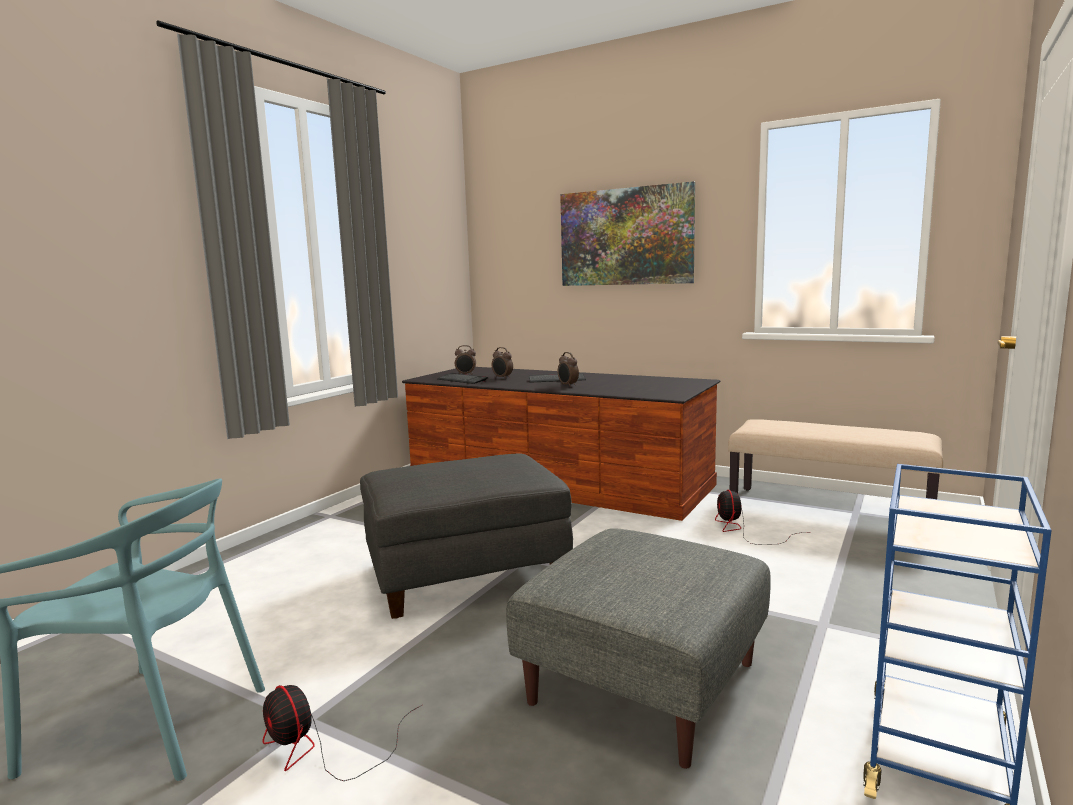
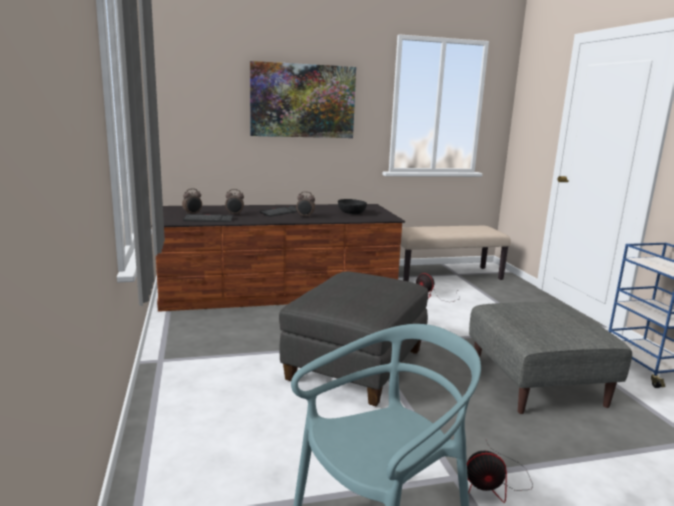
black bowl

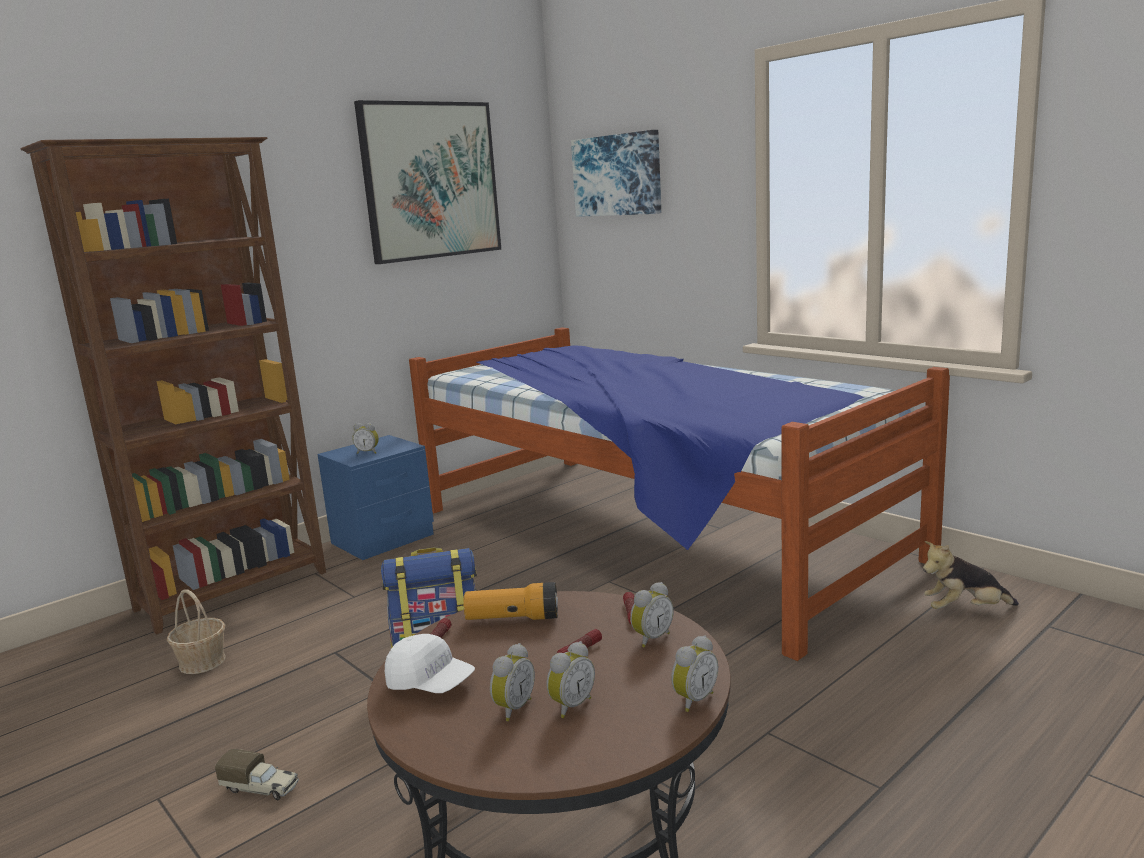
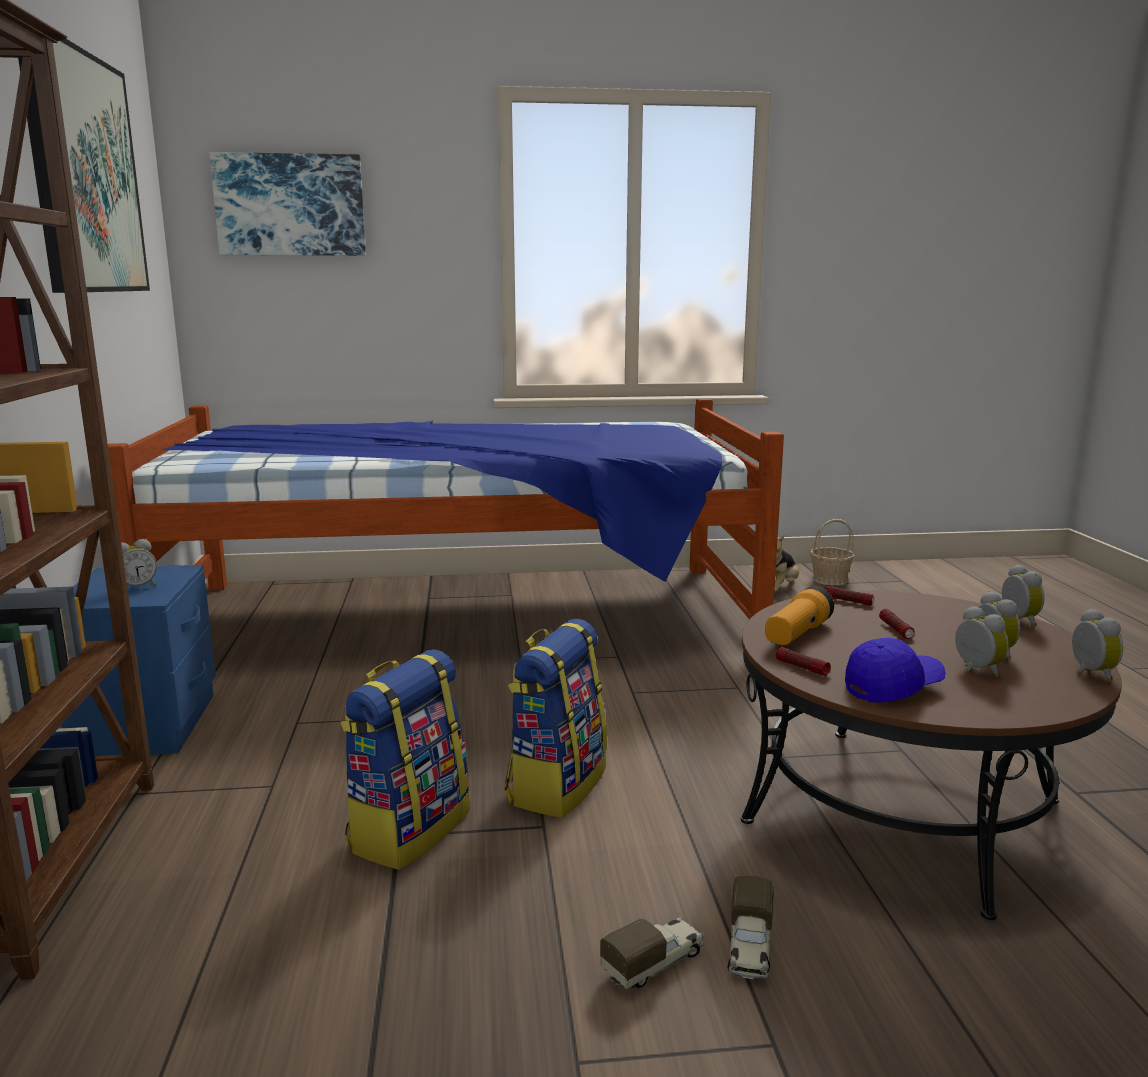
alarm clock (5th from left)
basket
blue cap
backpack (1st from left)
toy truck (2nd from left)

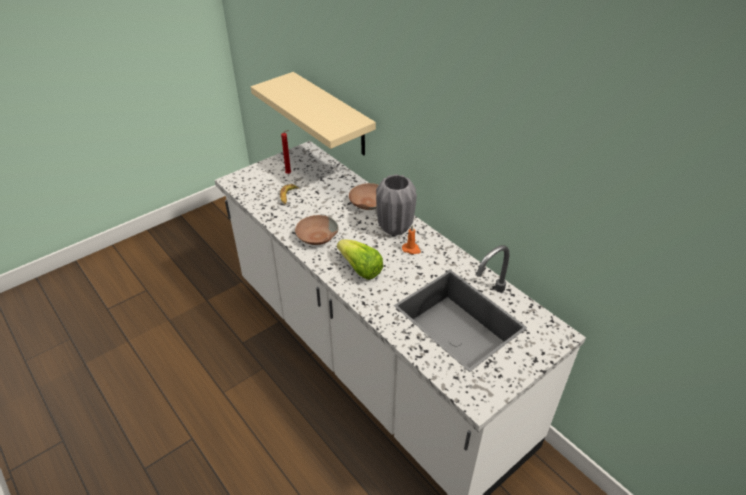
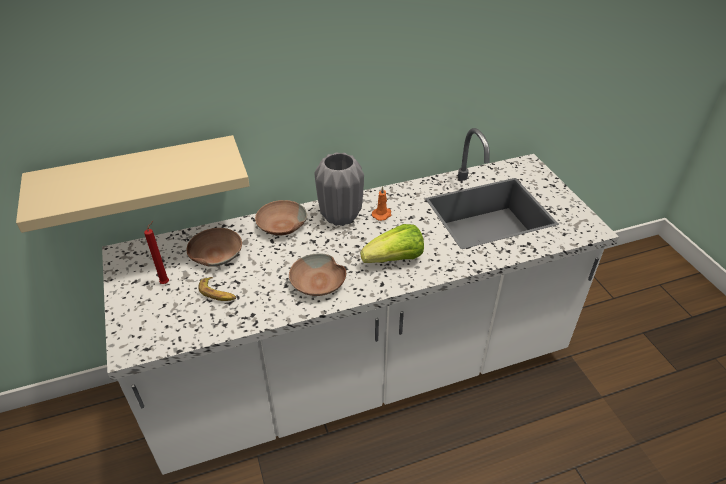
brown bowl (1st from left)

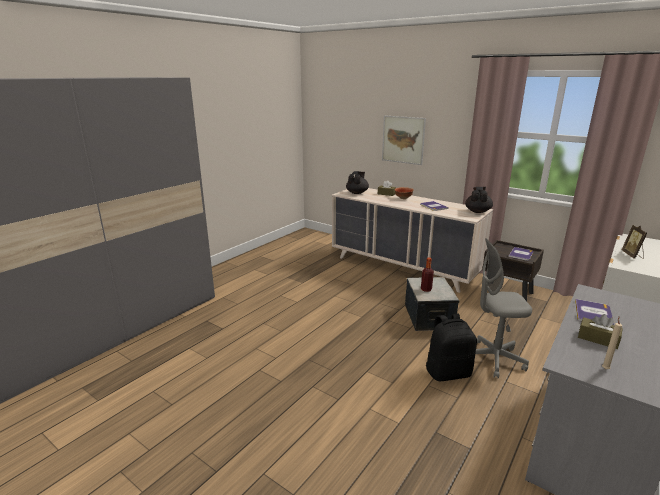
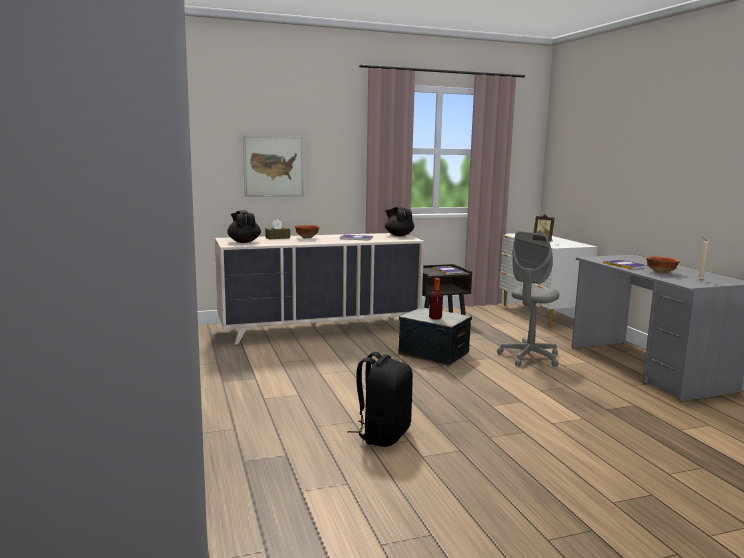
black backpack
bowl (2nd from left)

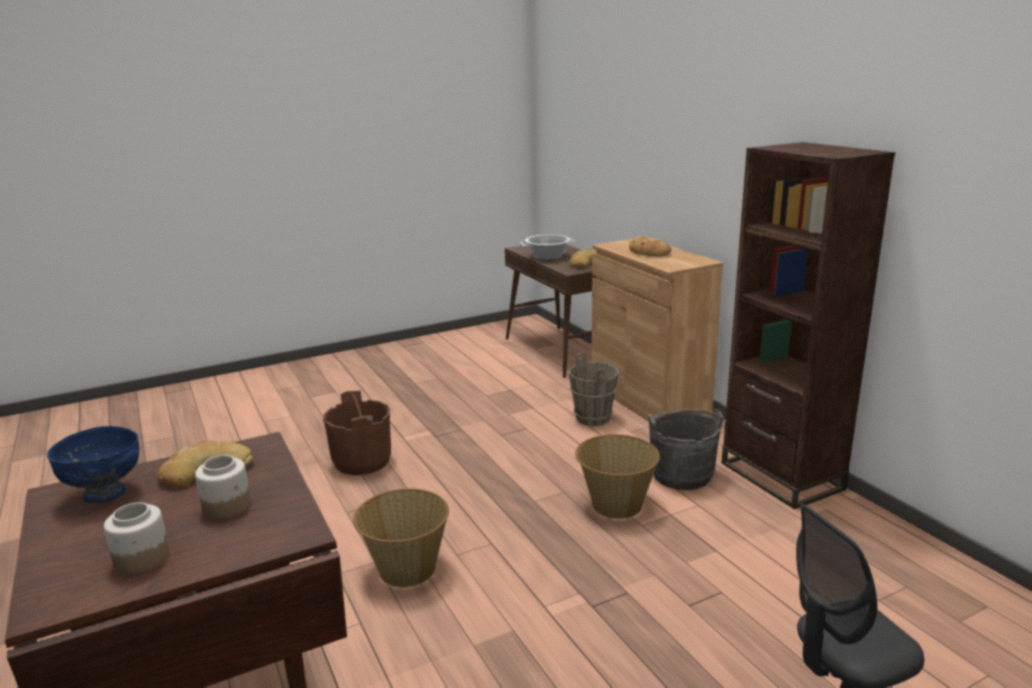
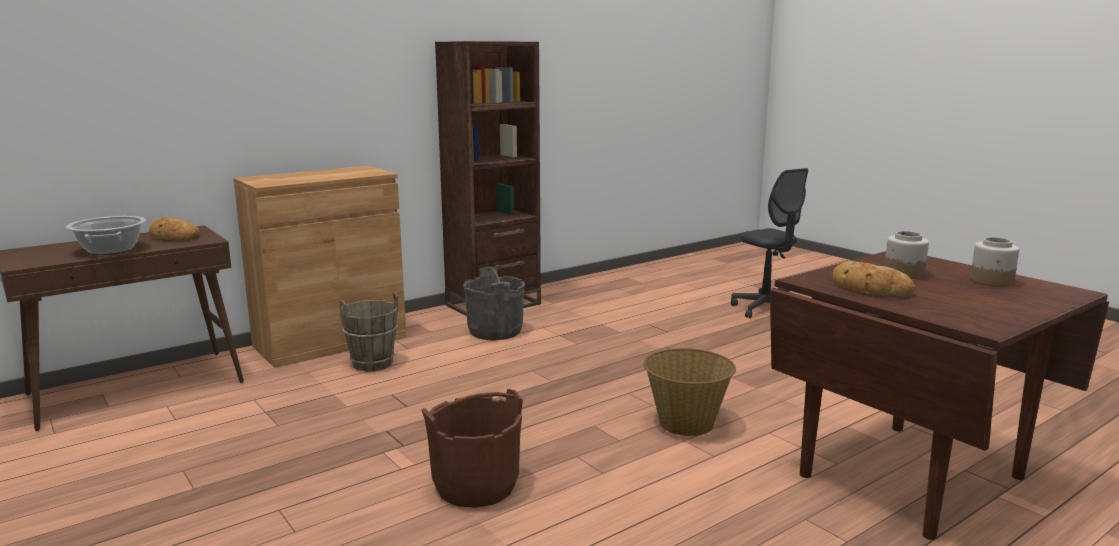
bread (3rd from left in the first image)
blue bowl
basket (2nd from left in the first image)

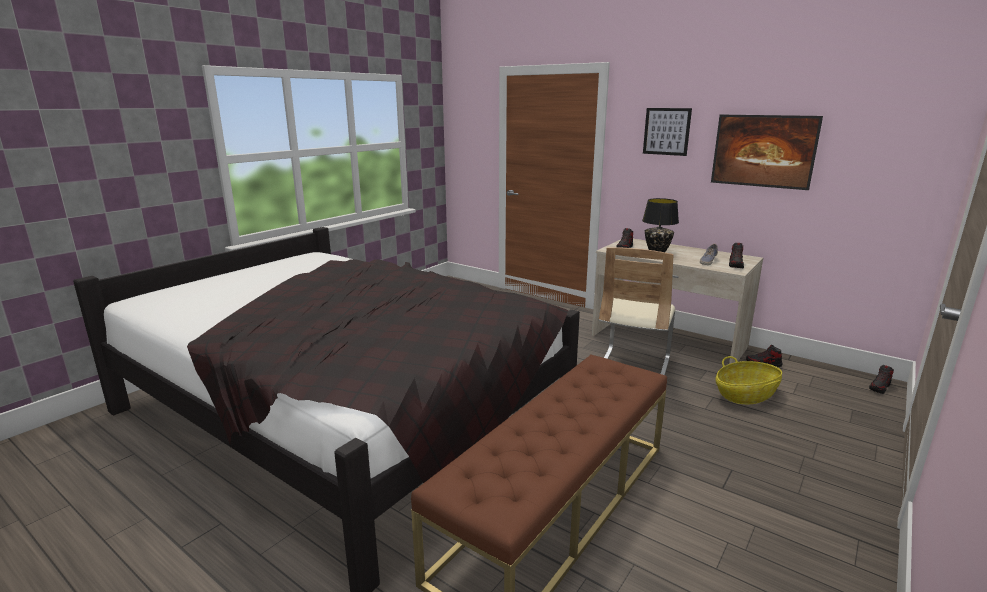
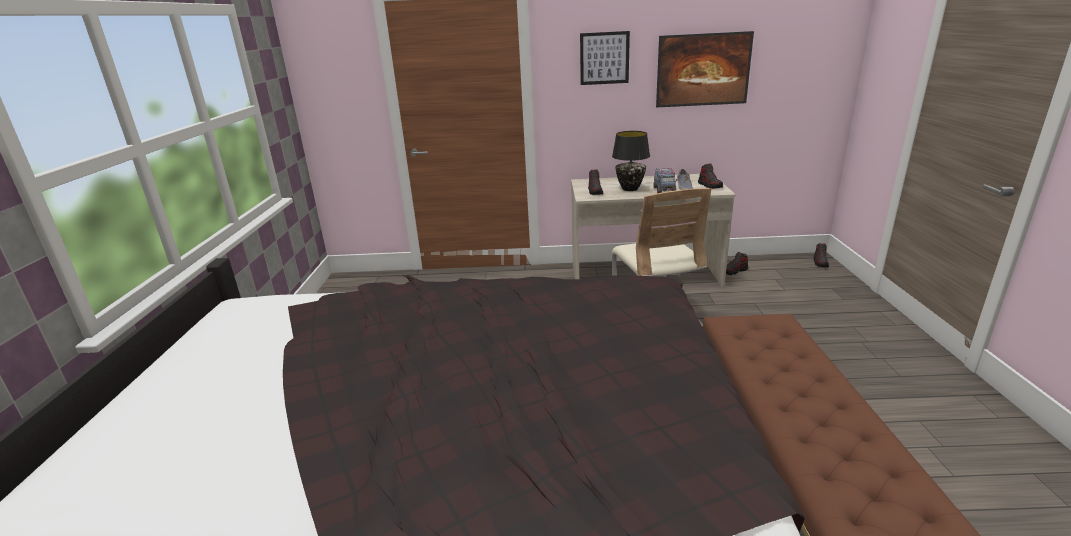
basket
toy truck

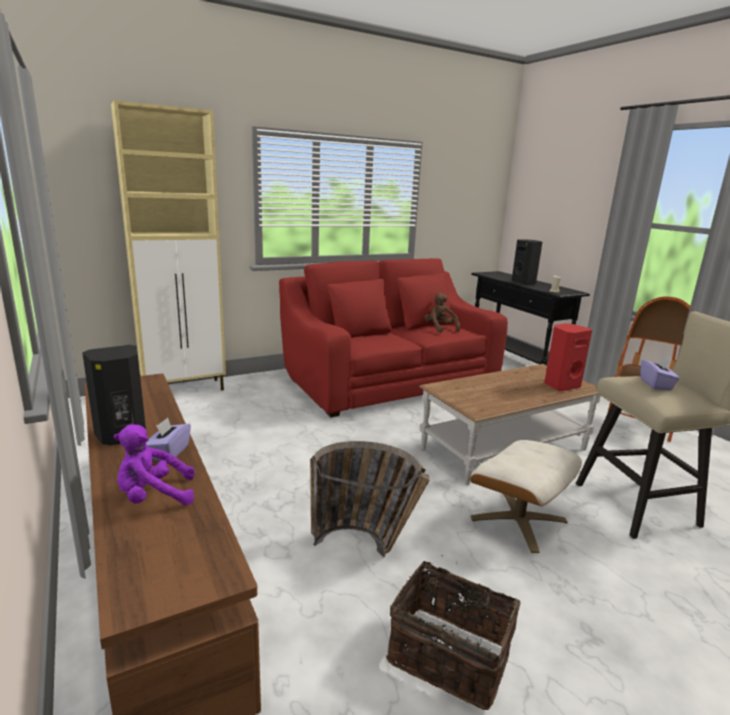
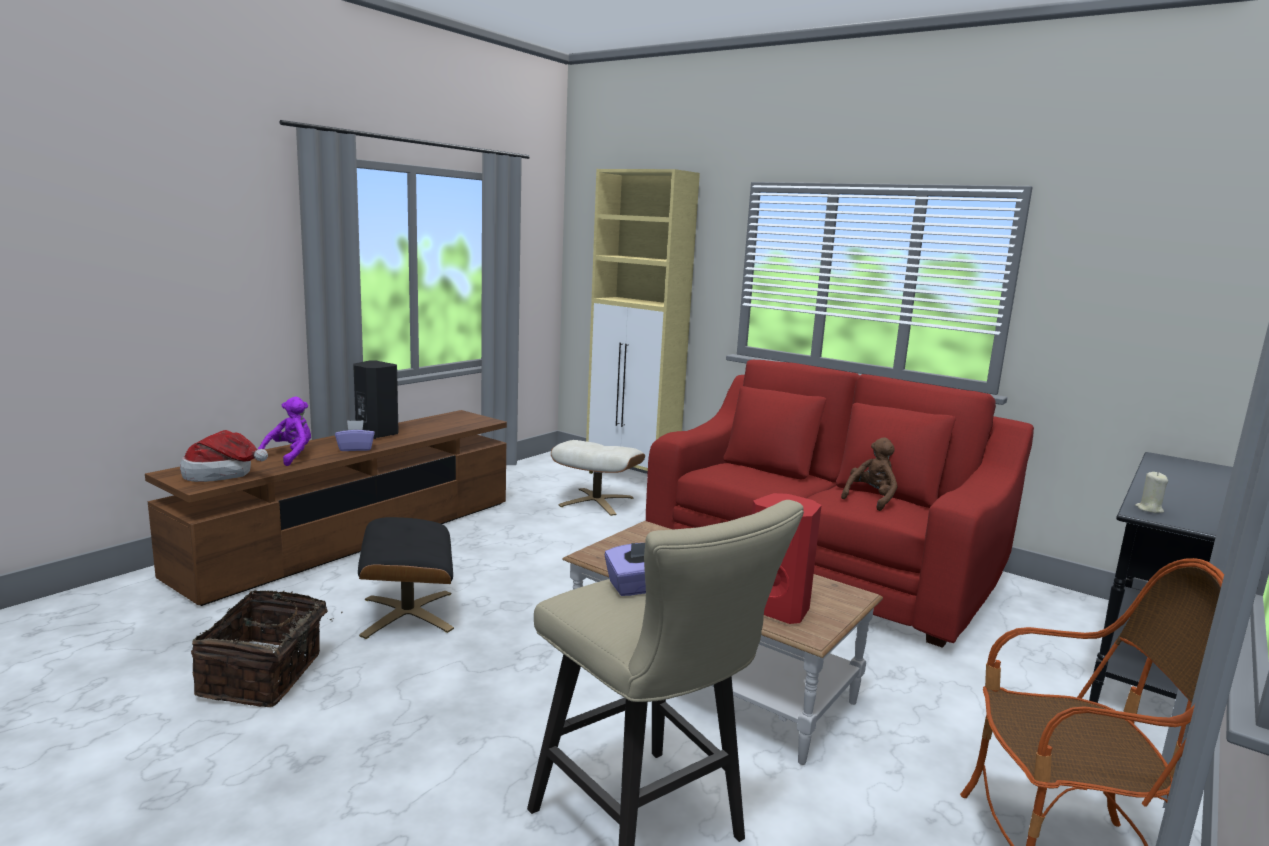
black speaker (2nd from left in the first image)
purple plush toy
beige ottoman
black ottoman
hat

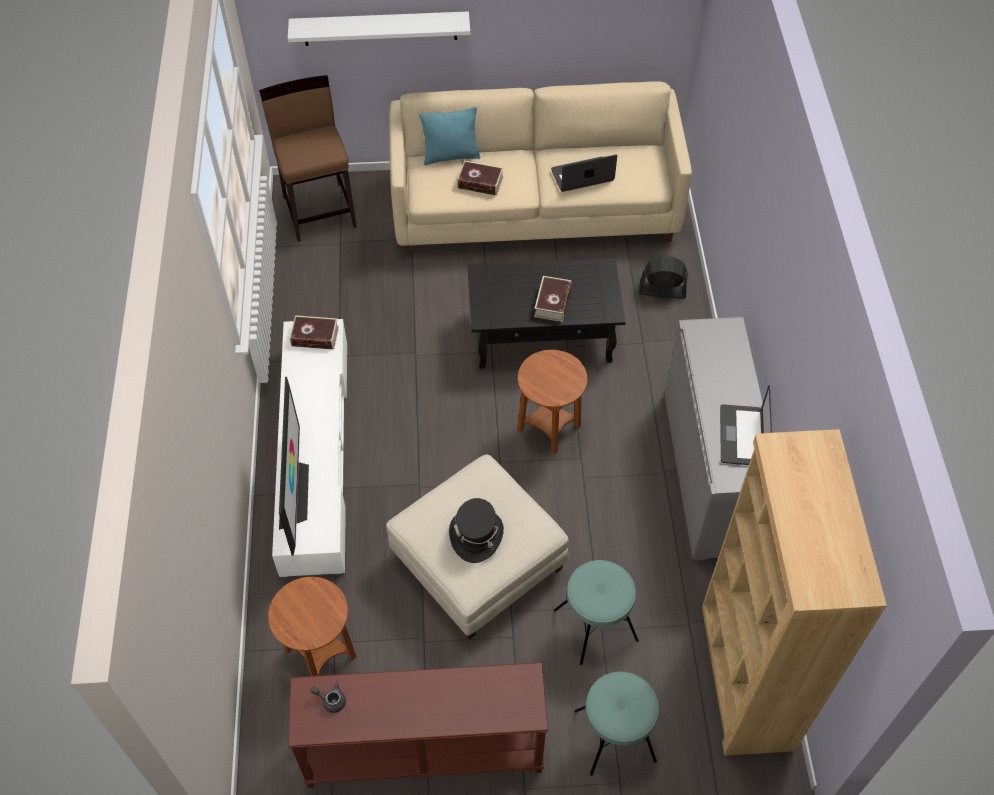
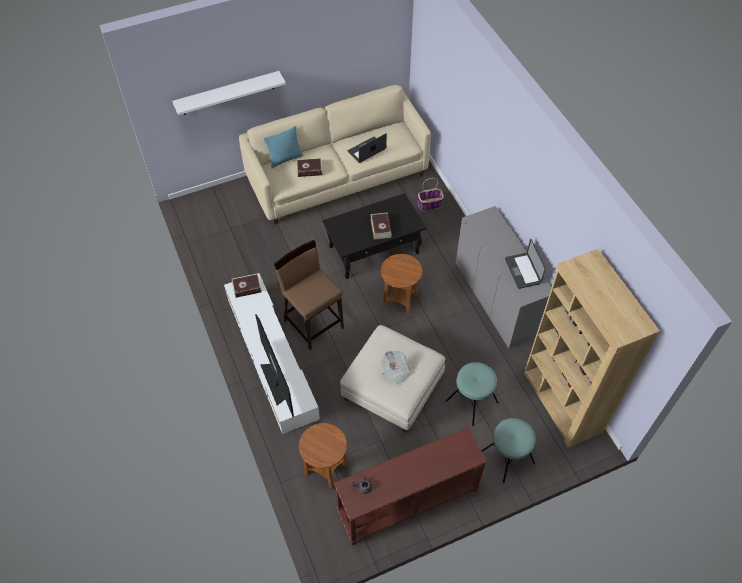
brown stool
basket
newspaper

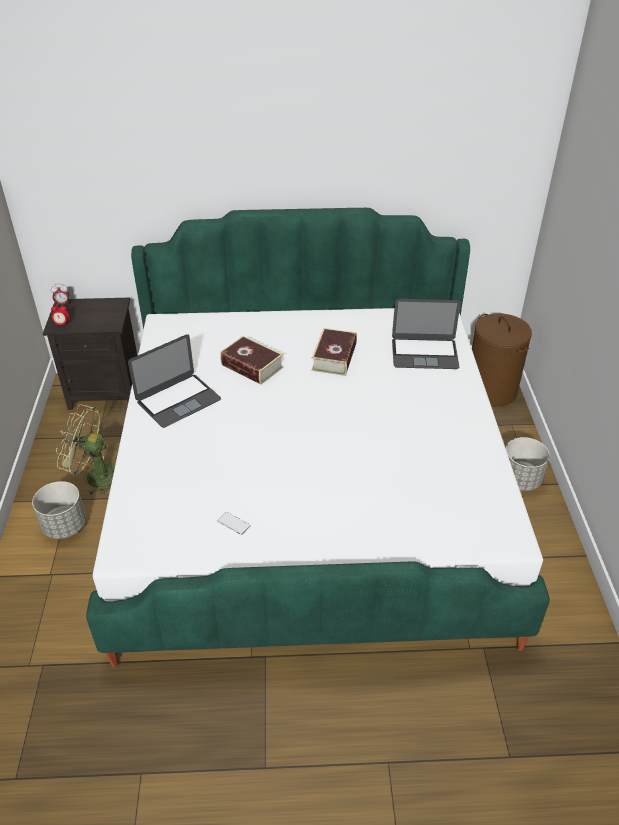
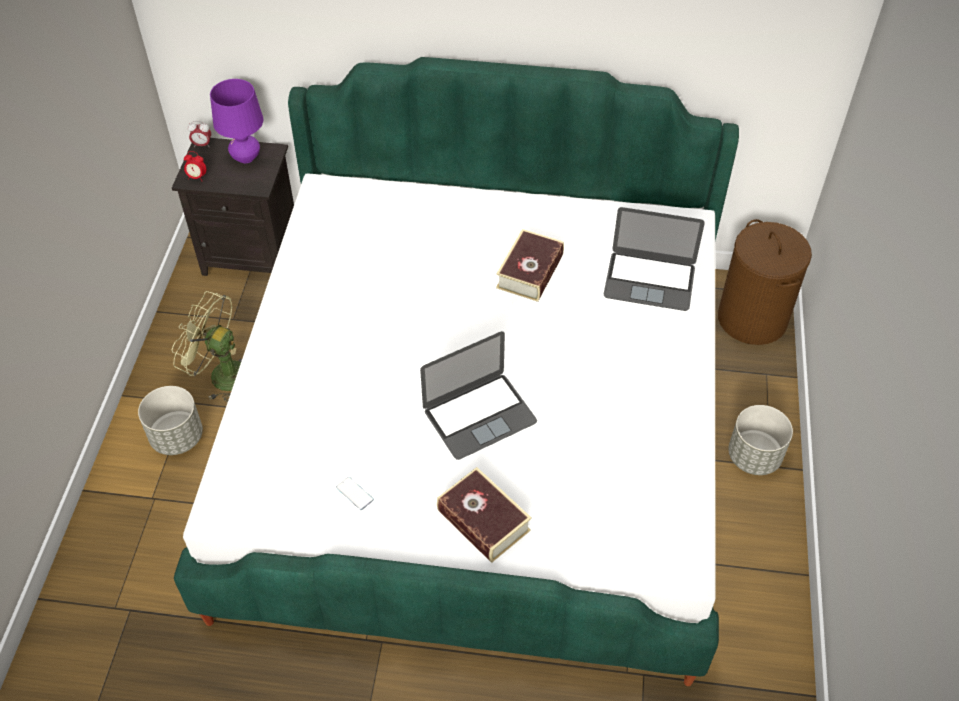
laptop (1st from left)
book (1st from left)
purple table lamp

